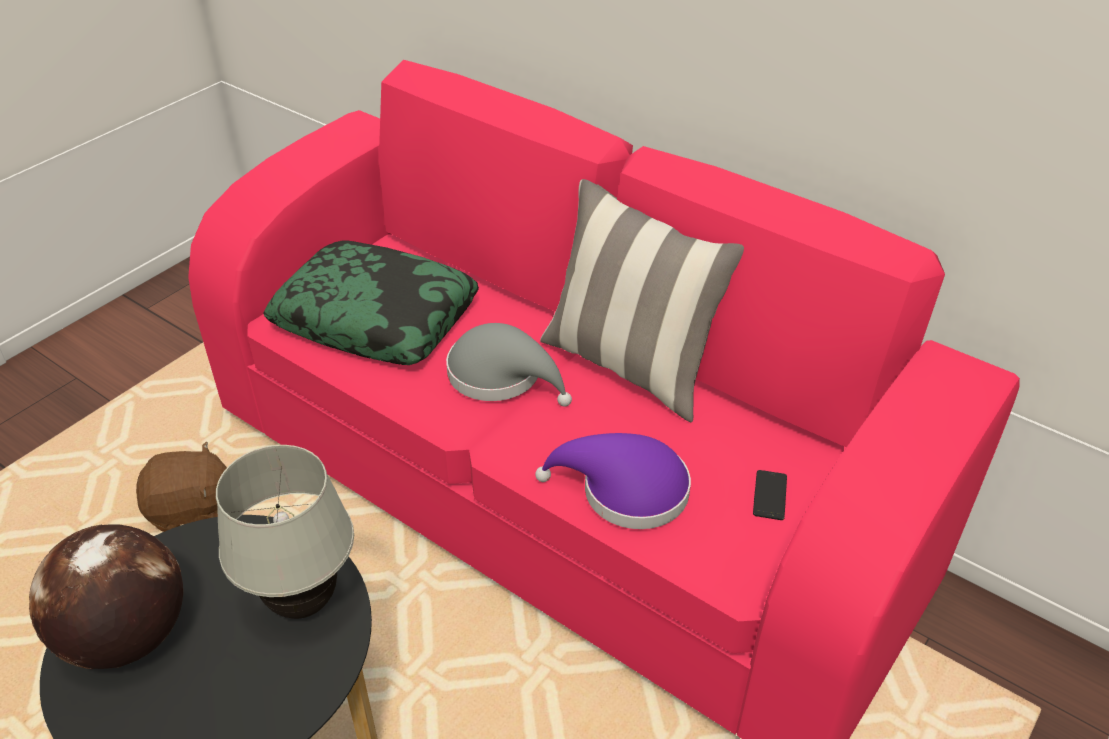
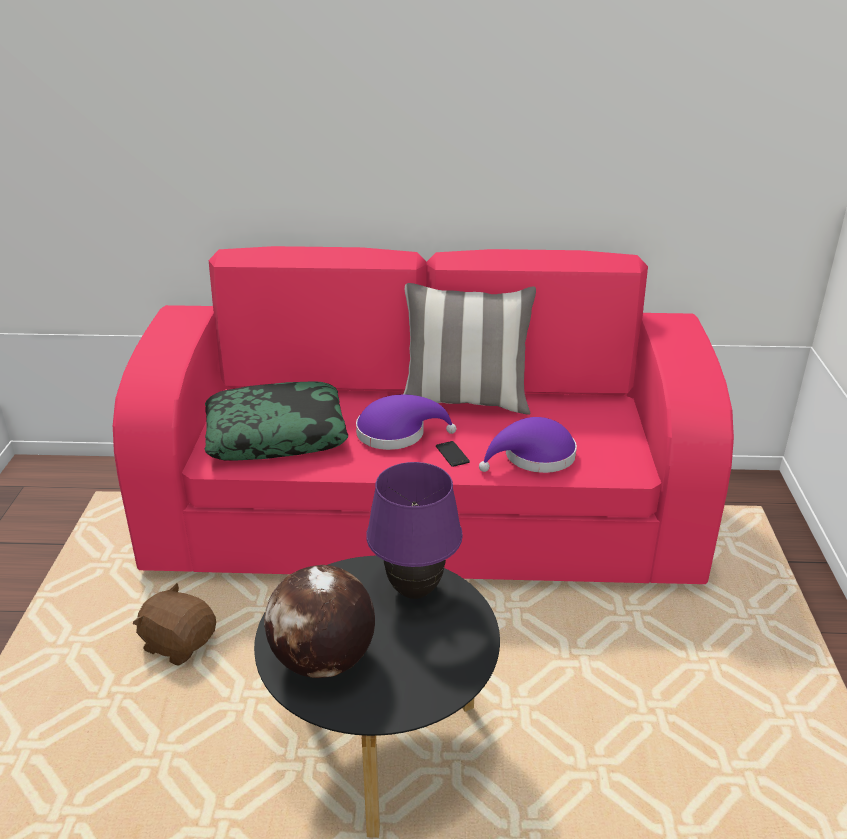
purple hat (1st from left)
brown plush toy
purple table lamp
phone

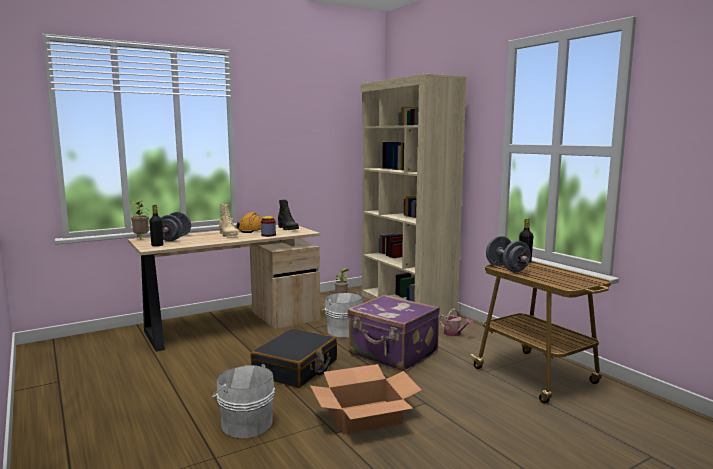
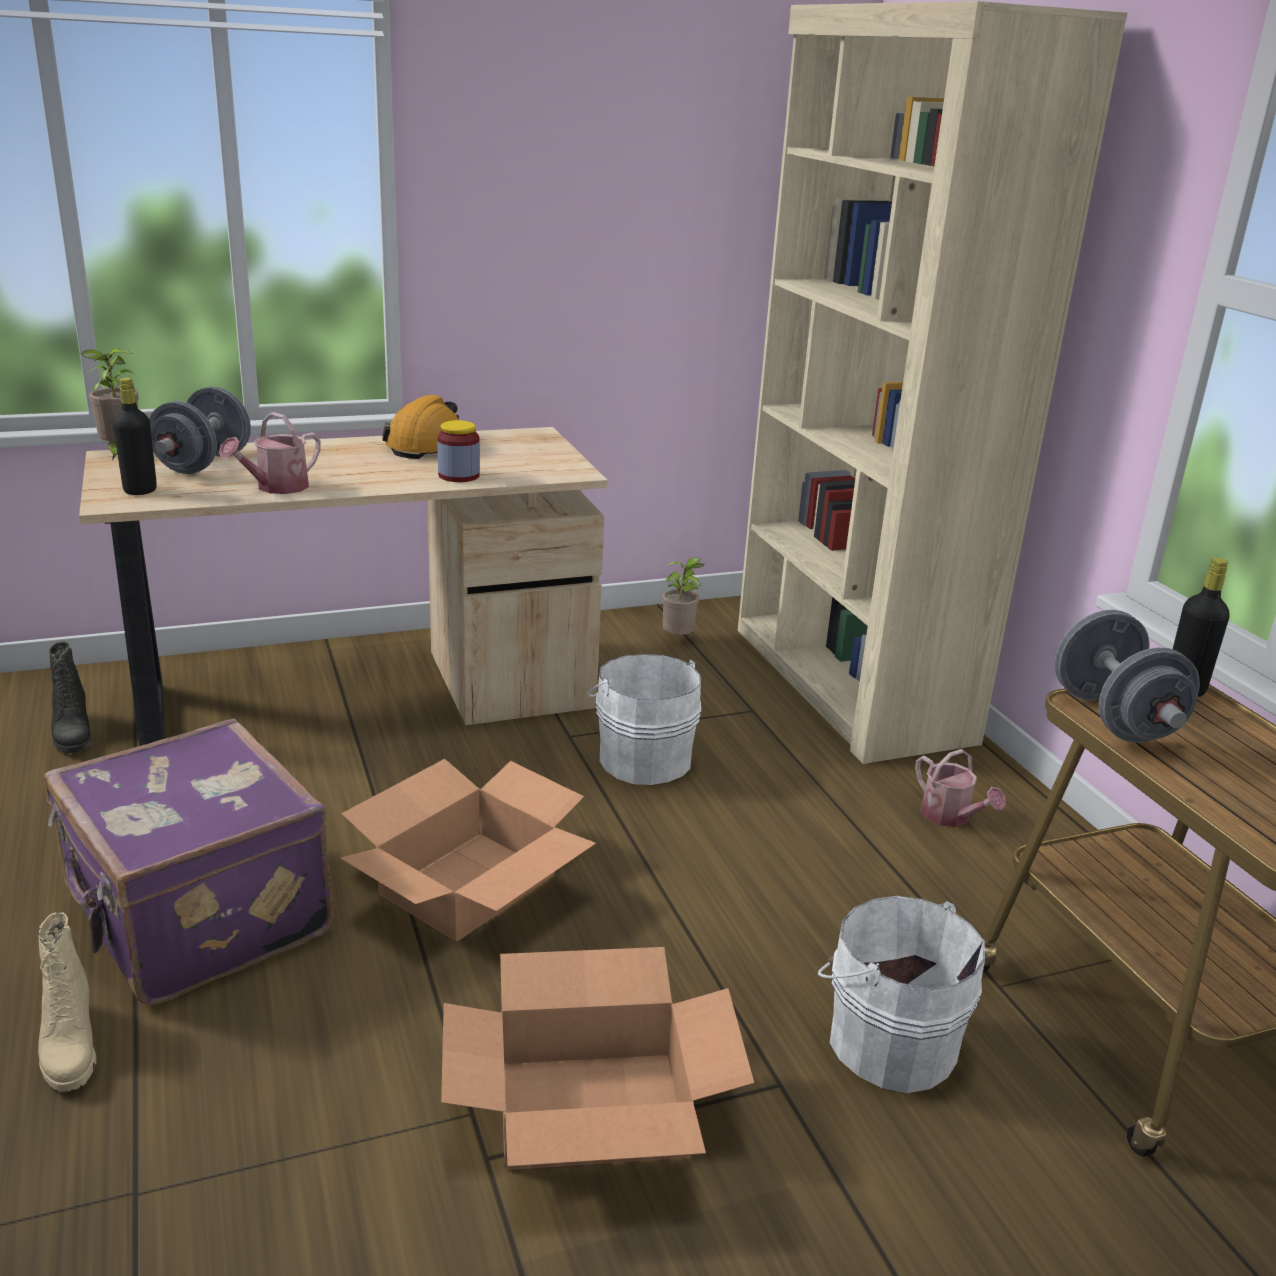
black boot
beige boot
purple suitcase
cardboard box (1st from left)
white bucket (2nd from left)
watering can (1st from left)

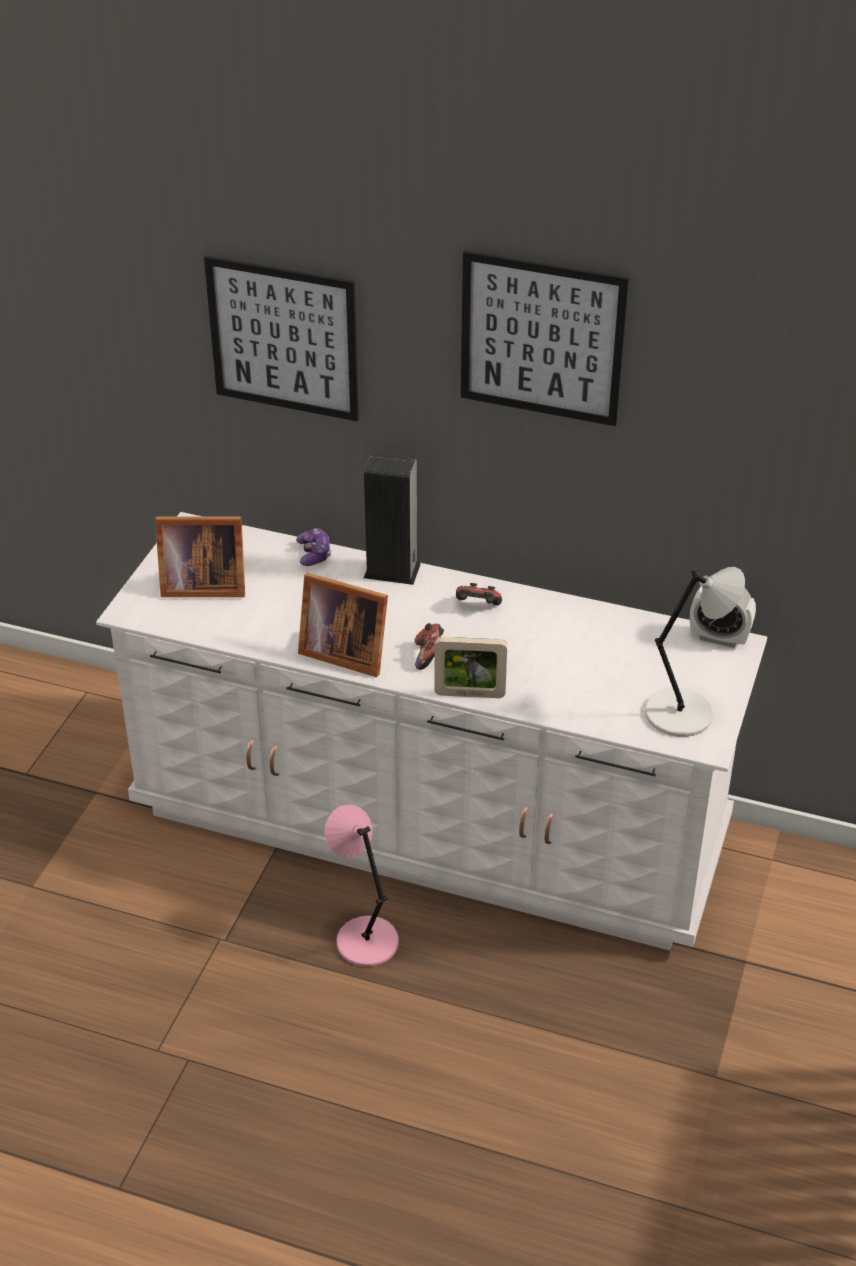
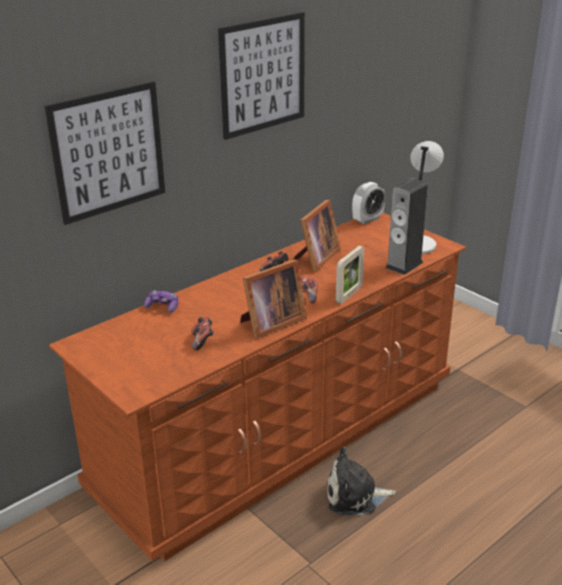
speaker
brown dresser
picture frame (2nd from left)
plush toy
game controller (2nd from left)

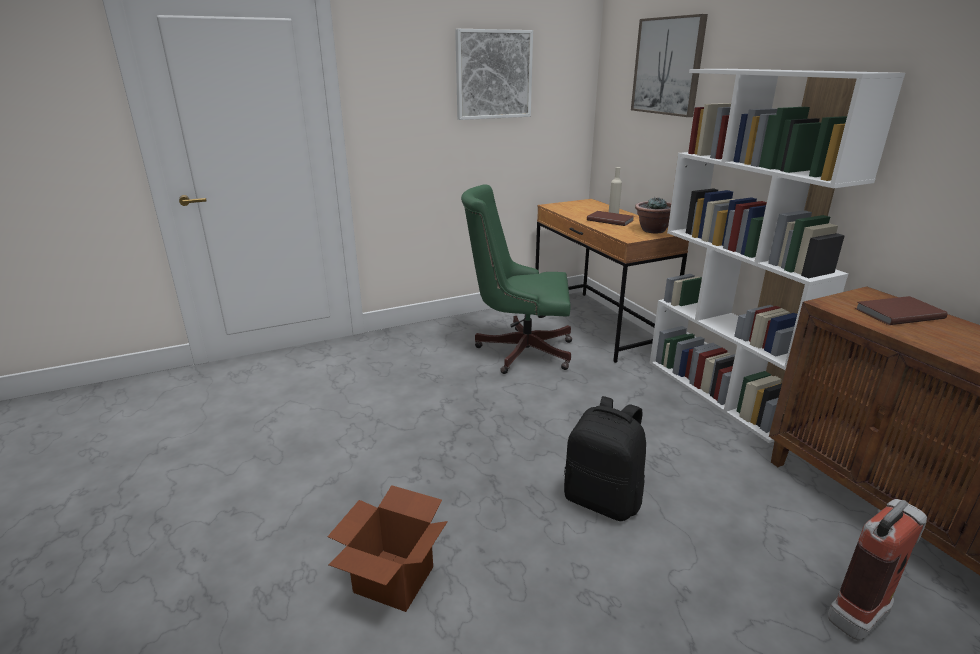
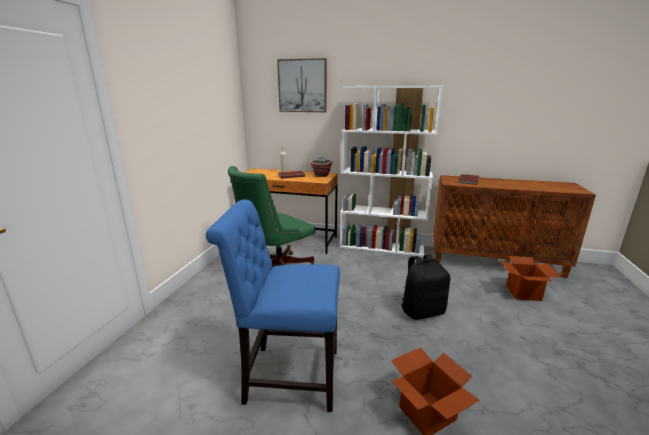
picture (1st from left in the first image)
cardboard box (2nd from left)
blue chair

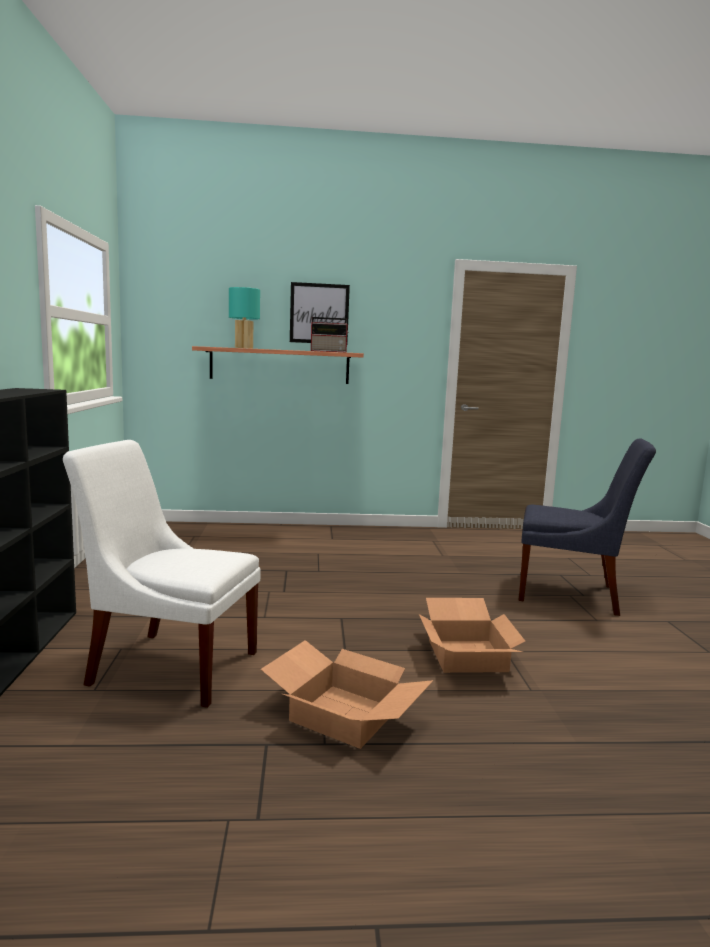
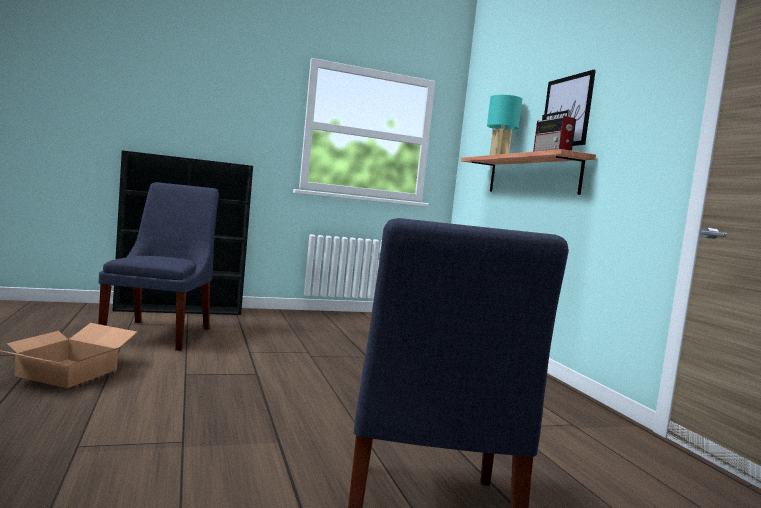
blue chair (1st from left)
cardboard box (2nd from left in the first image)

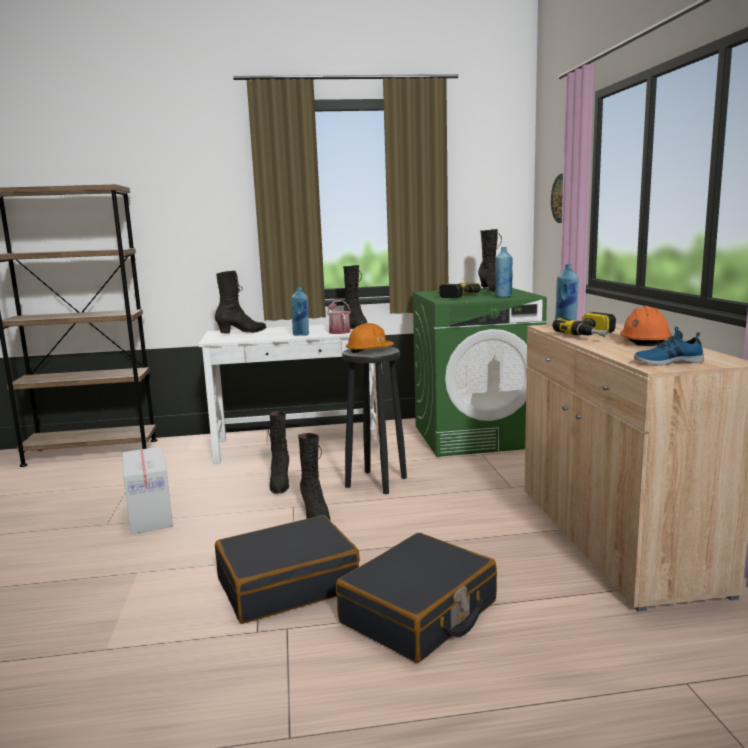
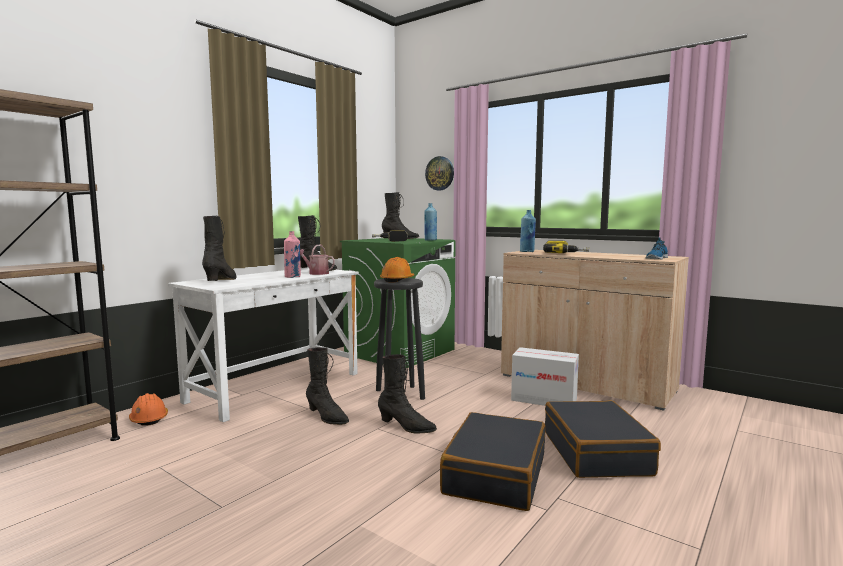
pink bottle
orange hard hat (1st from left)
cardboard box

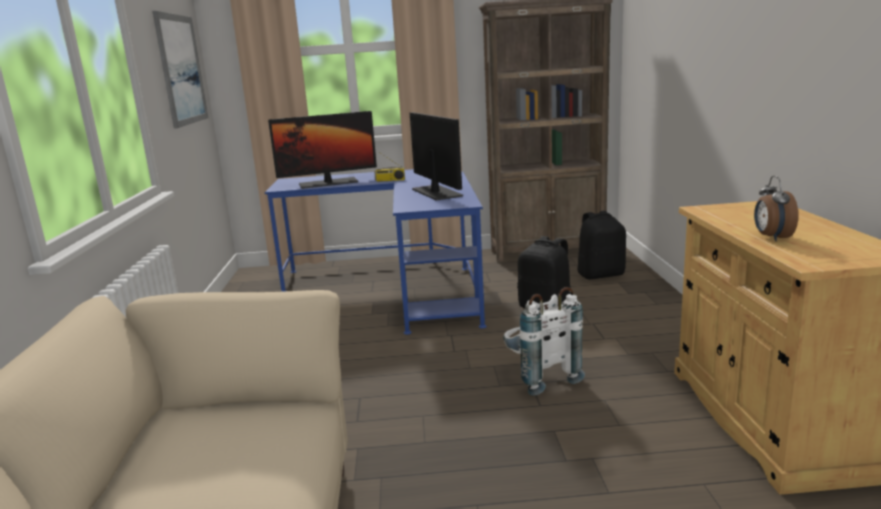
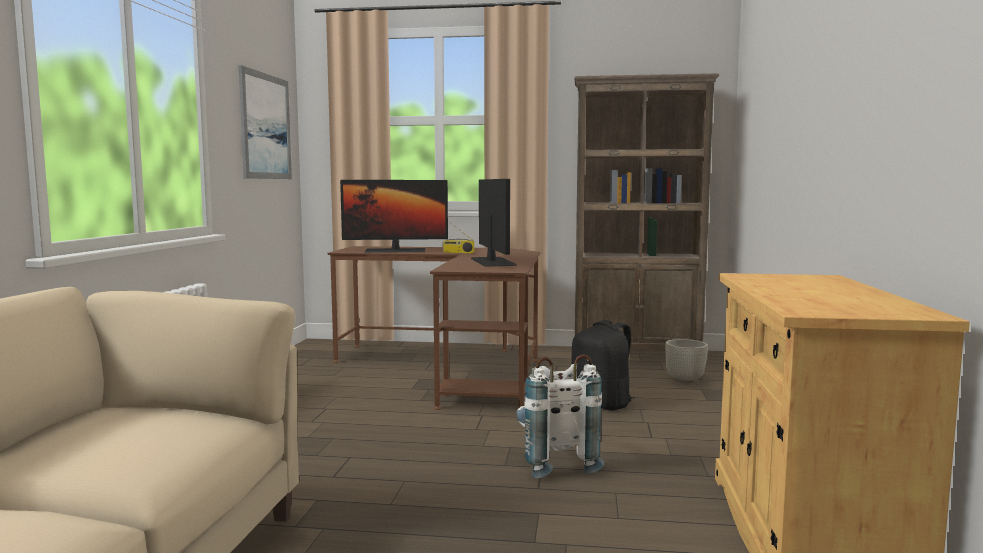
brown desk
alarm clock
grey planter

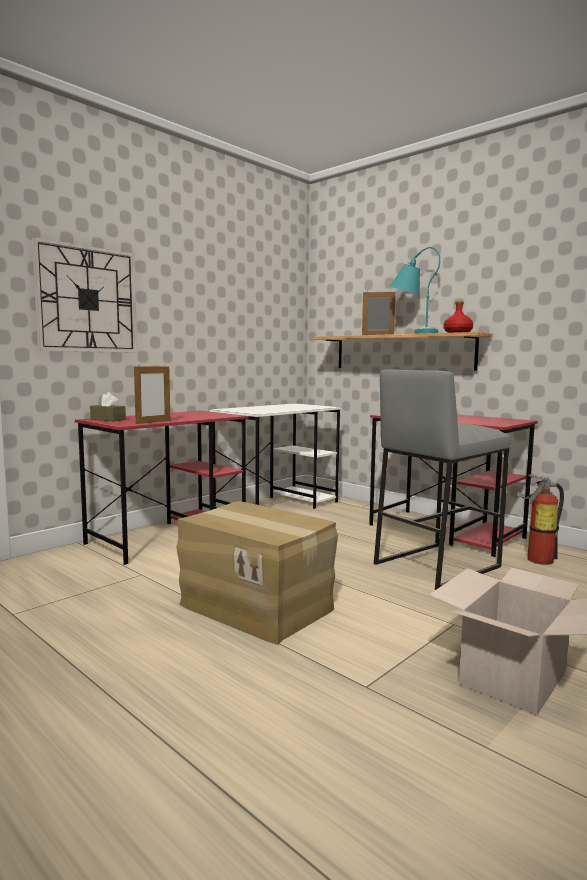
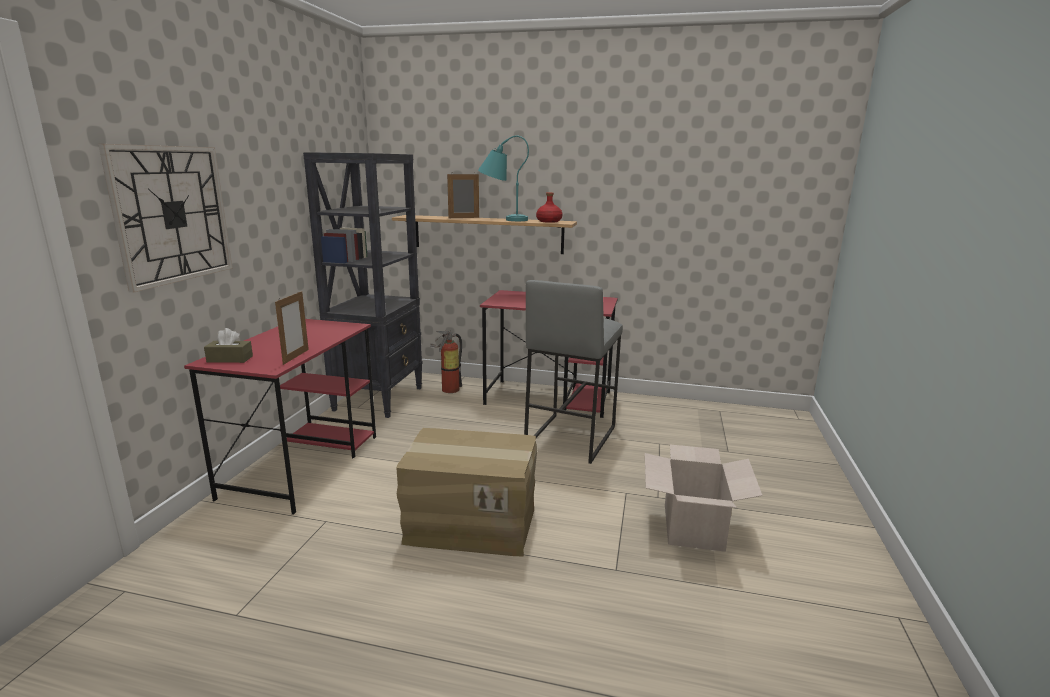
black bookcase
fire extinguisher

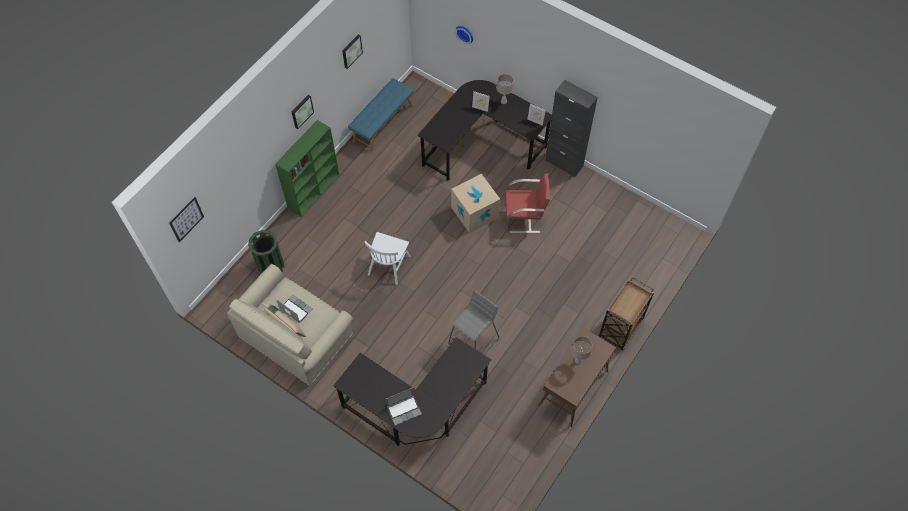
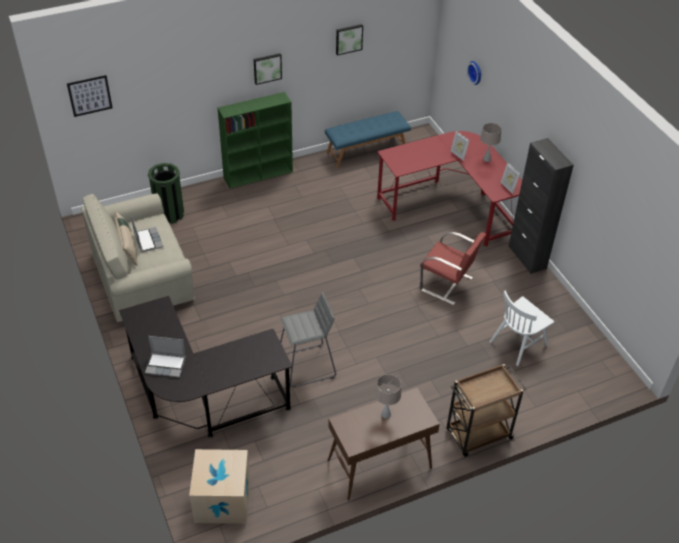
red desk
cardboard box
white chair

